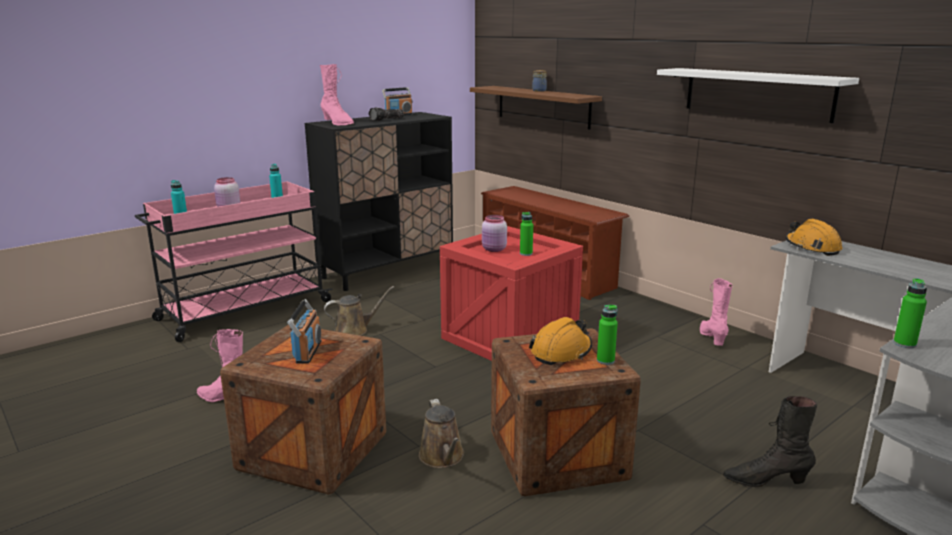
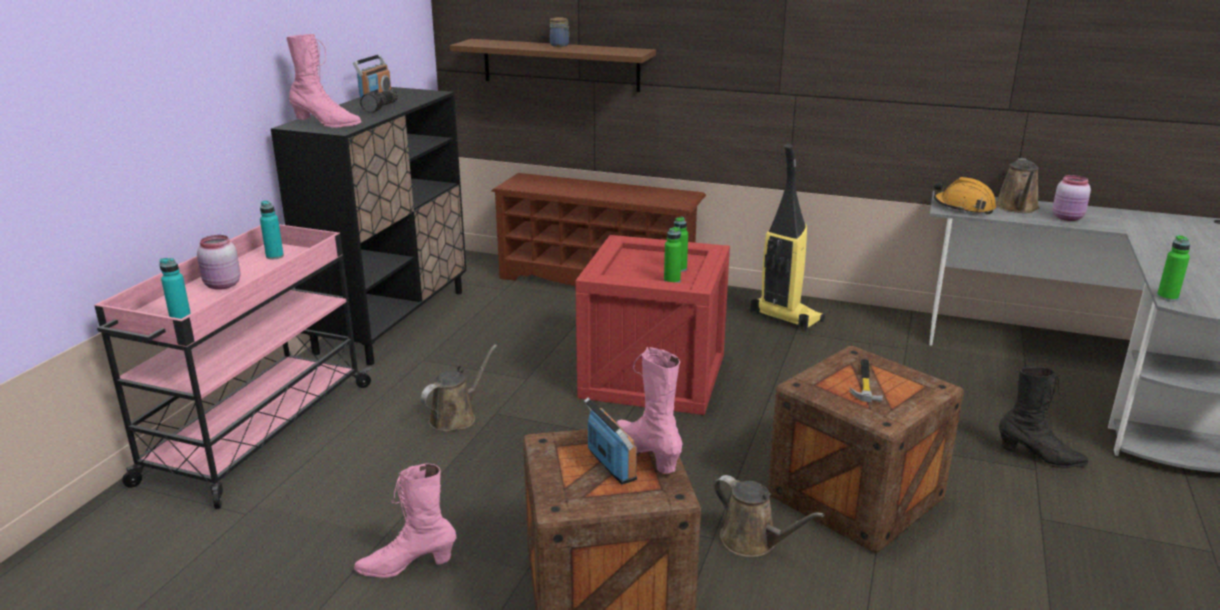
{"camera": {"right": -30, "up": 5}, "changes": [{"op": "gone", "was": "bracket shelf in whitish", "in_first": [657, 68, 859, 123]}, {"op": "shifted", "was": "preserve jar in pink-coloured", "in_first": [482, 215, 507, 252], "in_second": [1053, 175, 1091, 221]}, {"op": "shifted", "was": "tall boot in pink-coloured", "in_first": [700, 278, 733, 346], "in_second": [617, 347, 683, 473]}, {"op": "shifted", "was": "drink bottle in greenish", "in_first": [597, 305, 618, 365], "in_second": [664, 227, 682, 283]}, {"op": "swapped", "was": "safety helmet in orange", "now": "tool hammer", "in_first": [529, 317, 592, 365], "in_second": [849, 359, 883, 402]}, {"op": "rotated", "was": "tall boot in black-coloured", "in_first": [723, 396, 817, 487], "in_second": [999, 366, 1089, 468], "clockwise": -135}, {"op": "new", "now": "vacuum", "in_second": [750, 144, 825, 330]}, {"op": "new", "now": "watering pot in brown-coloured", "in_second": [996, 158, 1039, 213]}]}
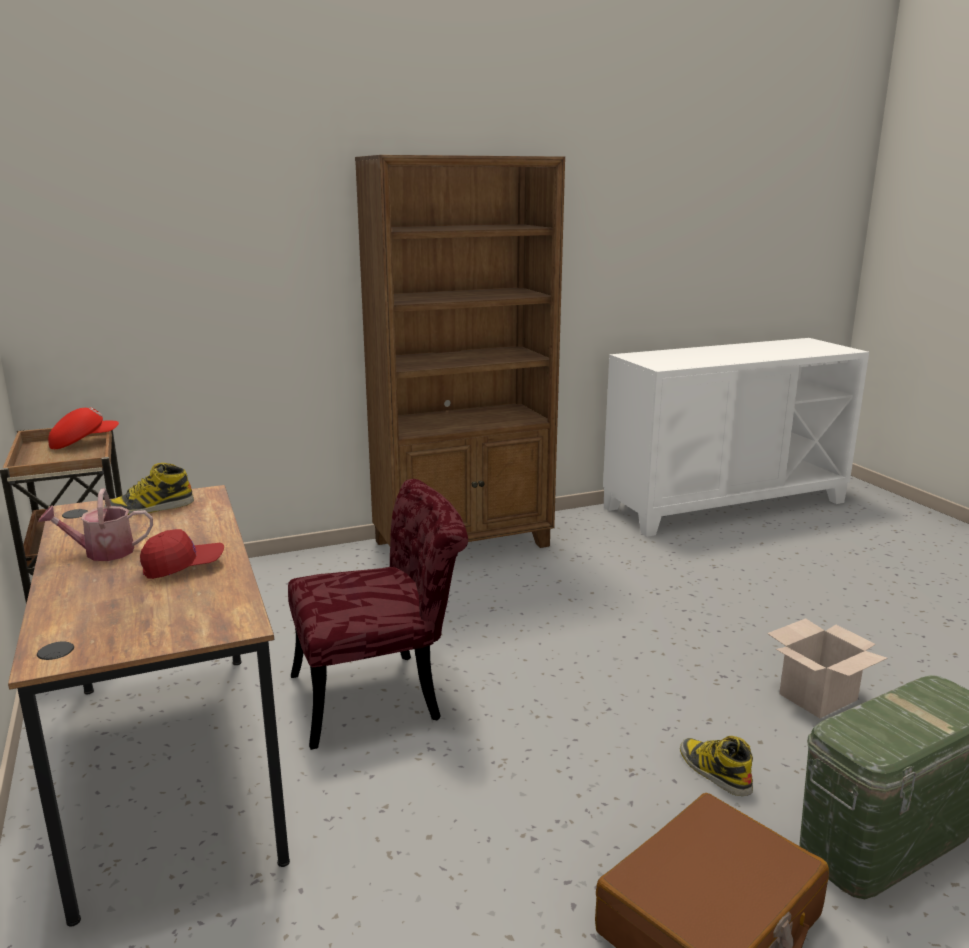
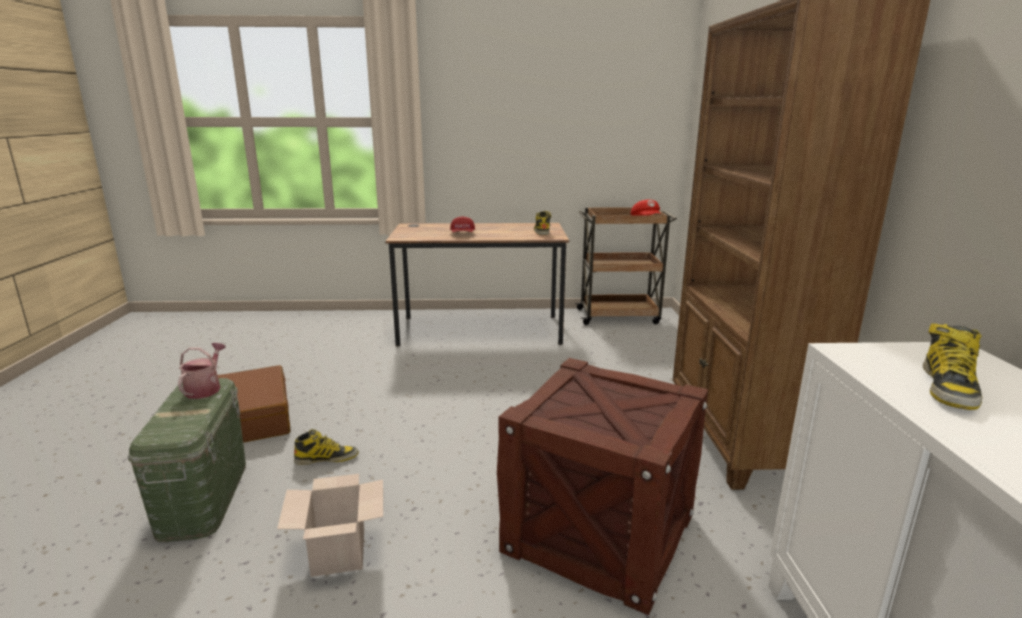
{"camera": {"right": 110, "up": 0}, "changes": [{"op": "gone", "was": "upright chair in reddish", "in_first": [288, 479, 468, 750]}, {"op": "shifted", "was": "watering pot", "in_first": [38, 489, 153, 561], "in_second": [178, 343, 226, 399]}, {"op": "new", "now": "tall boot", "in_second": [923, 323, 982, 410]}, {"op": "new", "now": "packing crate", "in_second": [497, 358, 708, 616]}]}
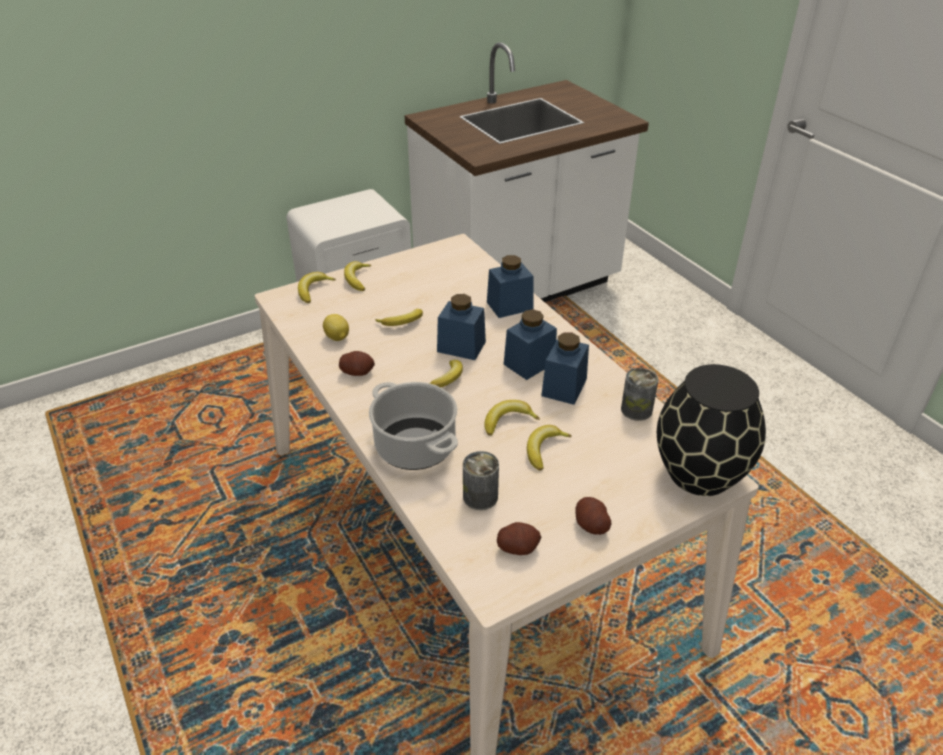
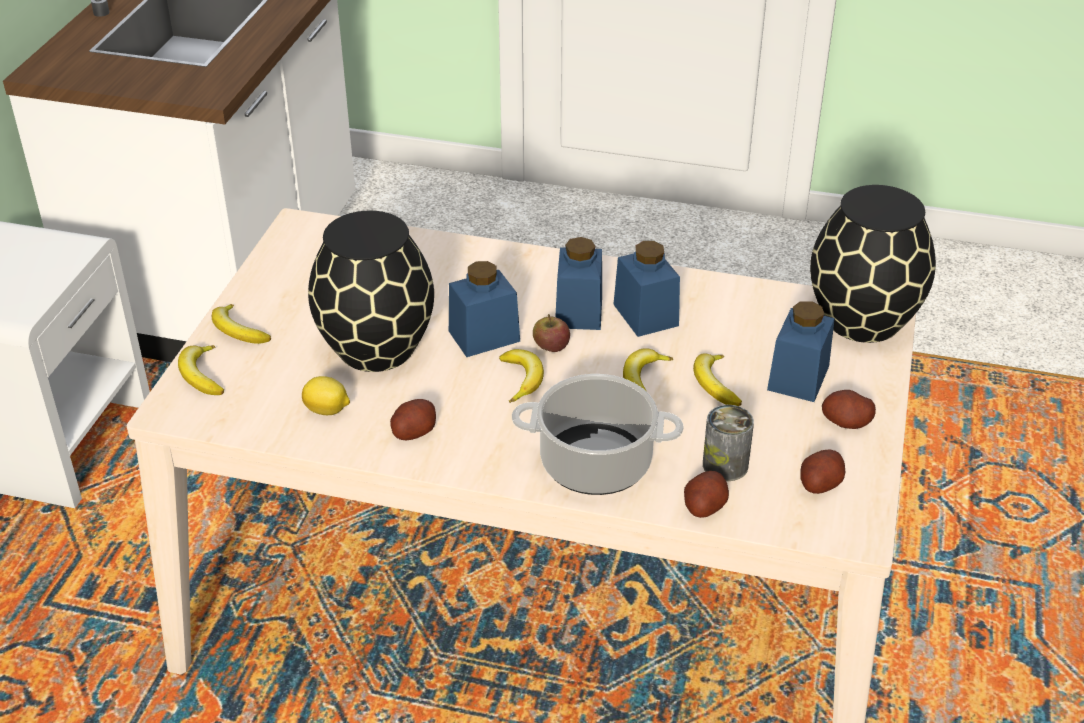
{"camera": {"right": -45, "up": 0}, "changes": [{"op": "shifted", "was": "preserve jar in blue-coloured", "in_first": [487, 255, 533, 318], "in_second": [767, 301, 835, 402]}, {"op": "swapped", "was": "banana fruit", "now": "vase in black-coloured", "in_first": [375, 309, 423, 326], "in_second": [308, 211, 434, 372]}, {"op": "gone", "was": "can", "in_first": [621, 368, 658, 421]}, {"op": "new", "now": "apple fruit", "in_second": [533, 314, 570, 352]}, {"op": "new", "now": "spud", "in_second": [684, 471, 729, 518]}]}
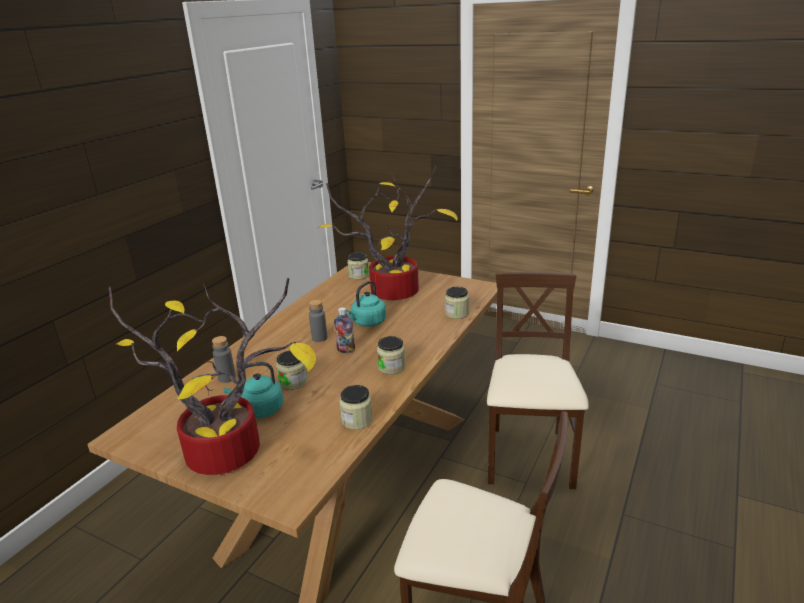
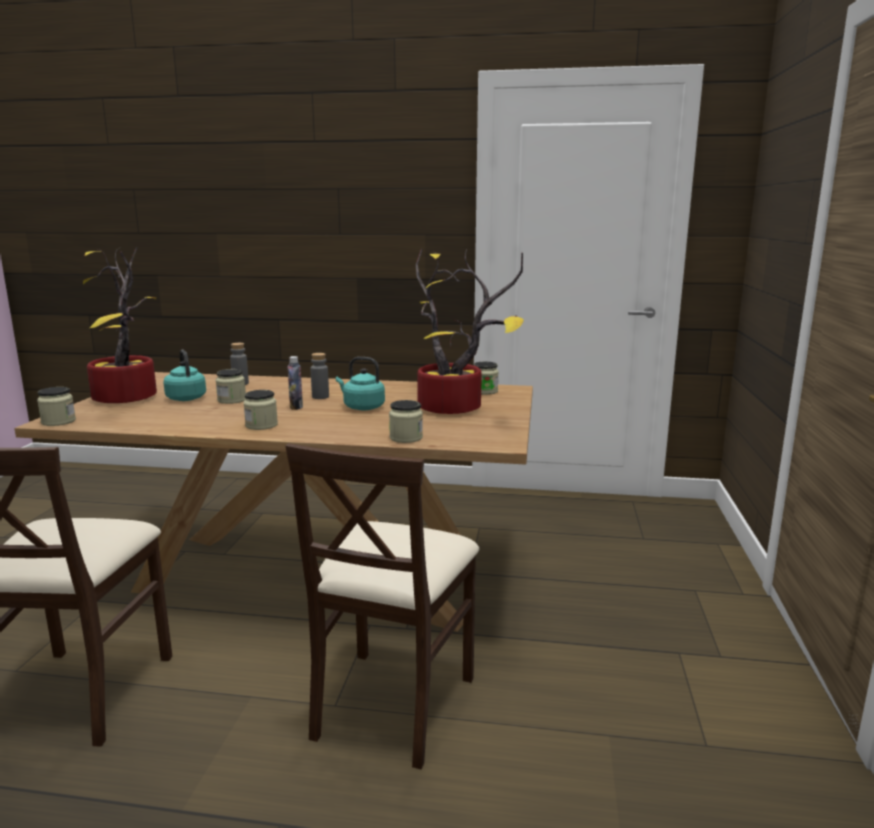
{"camera": {"right": 70, "up": -10}, "changes": [{"op": "rotated", "was": "upright chair in sand-coloured", "in_first": [487, 272, 589, 489], "in_second": [286, 443, 479, 769], "clockwise": 120}, {"op": "shifted", "was": "preserve jar", "in_first": [339, 385, 373, 430], "in_second": [37, 387, 76, 426]}]}
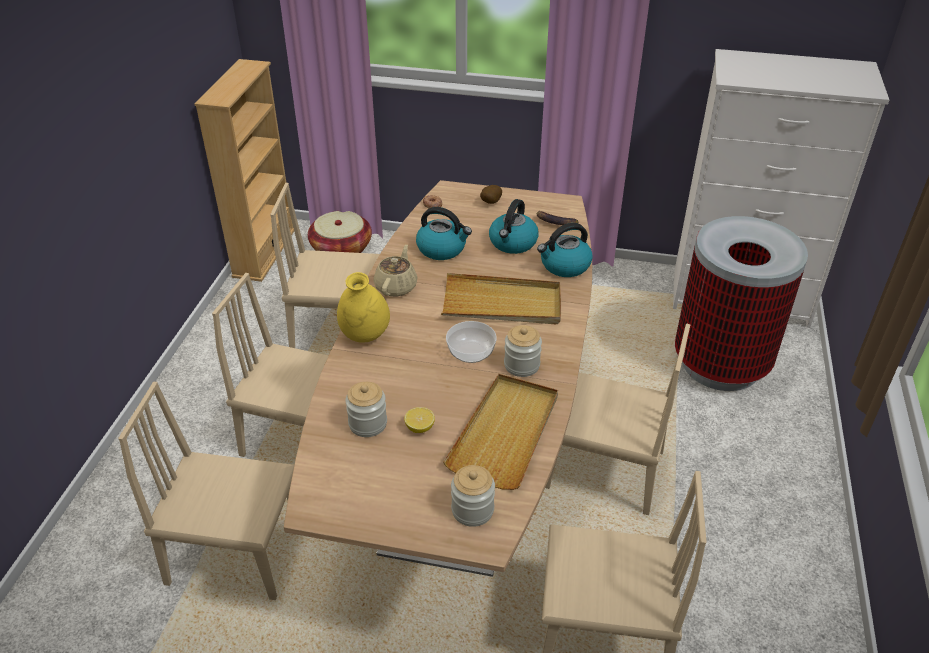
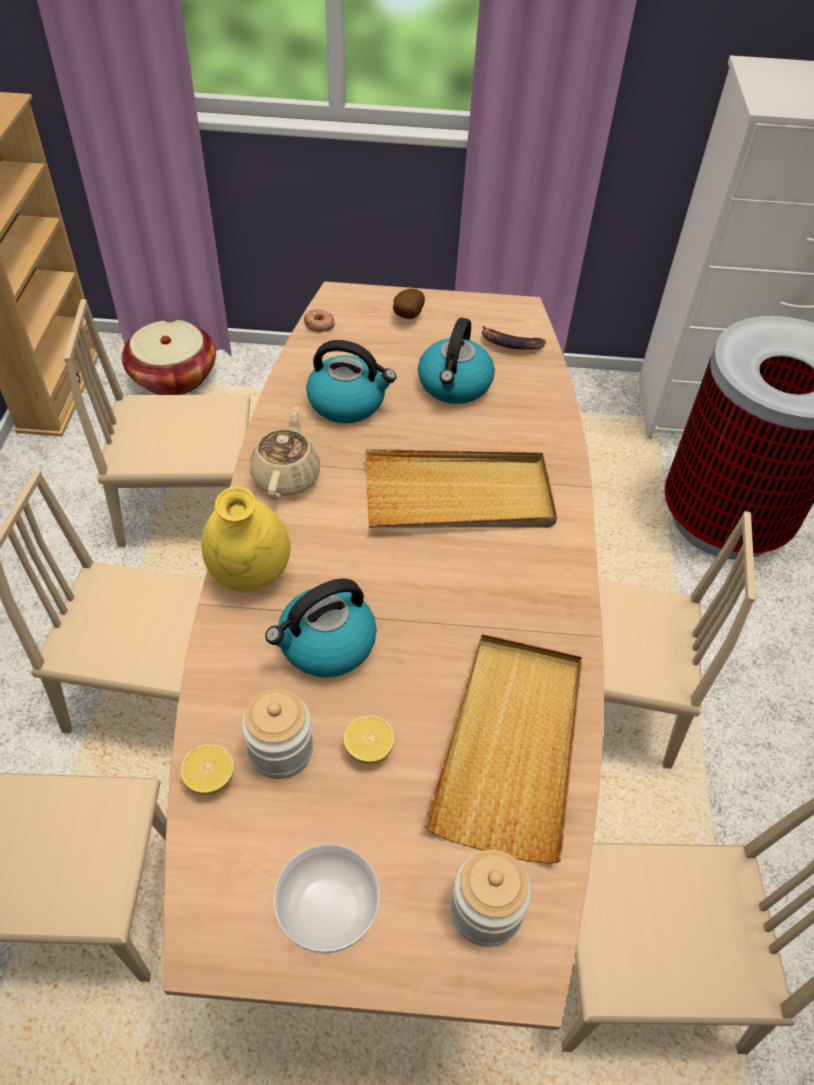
{"camera": {"right": -10, "up": 10}, "changes": [{"op": "shifted", "was": "tea kettle", "in_first": [537, 223, 593, 277], "in_second": [265, 578, 377, 678]}, {"op": "shifted", "was": "serving bowl", "in_first": [446, 321, 497, 363], "in_second": [273, 844, 380, 954]}, {"op": "gone", "was": "preserve jar", "in_first": [504, 325, 542, 377]}, {"op": "new", "now": "citrus fruit", "in_second": [181, 744, 234, 795]}]}
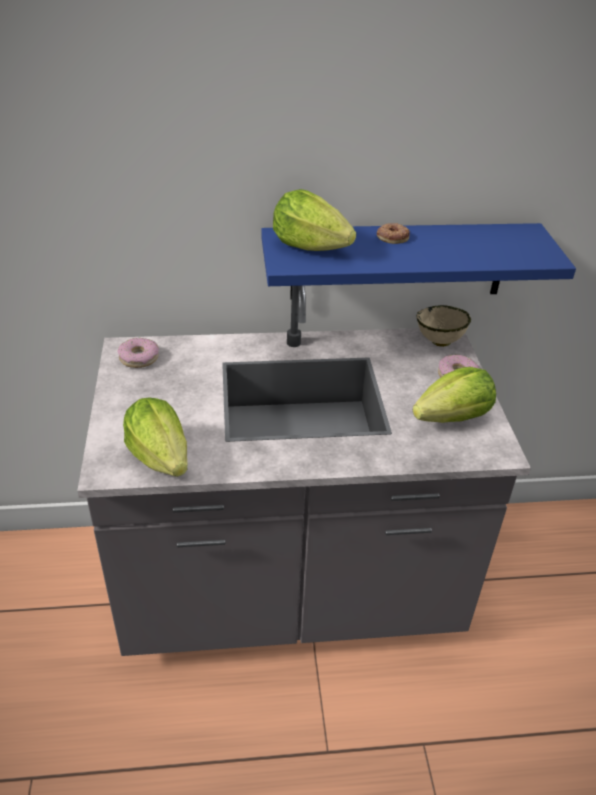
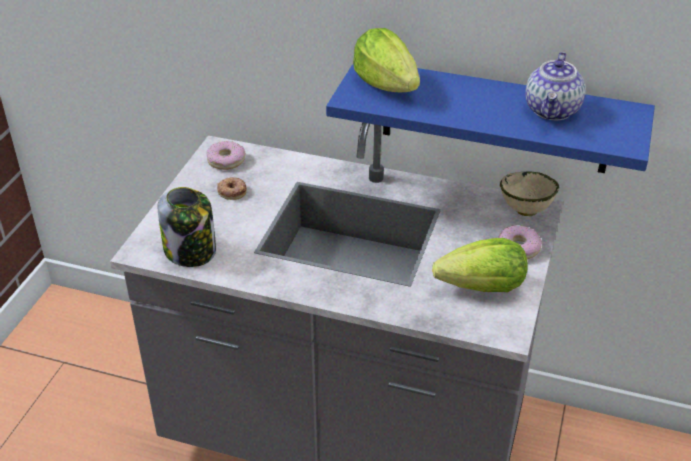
{"camera": {"right": 25, "up": 0}, "changes": [{"op": "shifted", "was": "ring doughnut", "in_first": [377, 223, 410, 244], "in_second": [217, 177, 247, 200]}, {"op": "swapped", "was": "head of lettuce", "now": "preserve jar", "in_first": [123, 397, 188, 477], "in_second": [158, 187, 216, 267]}, {"op": "new", "now": "pot for tea", "in_second": [525, 52, 585, 120]}]}
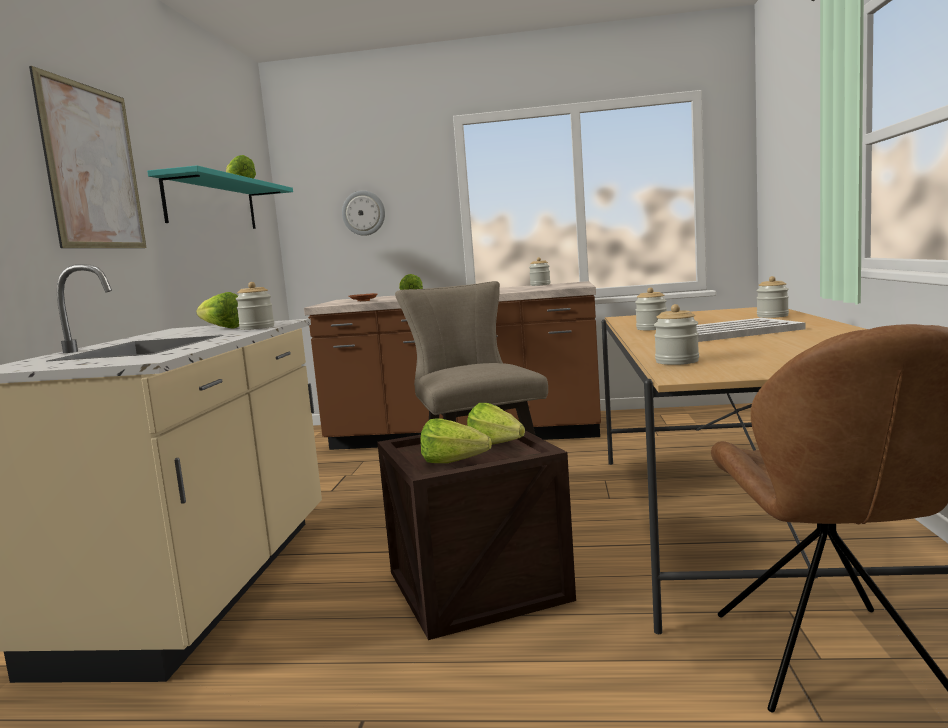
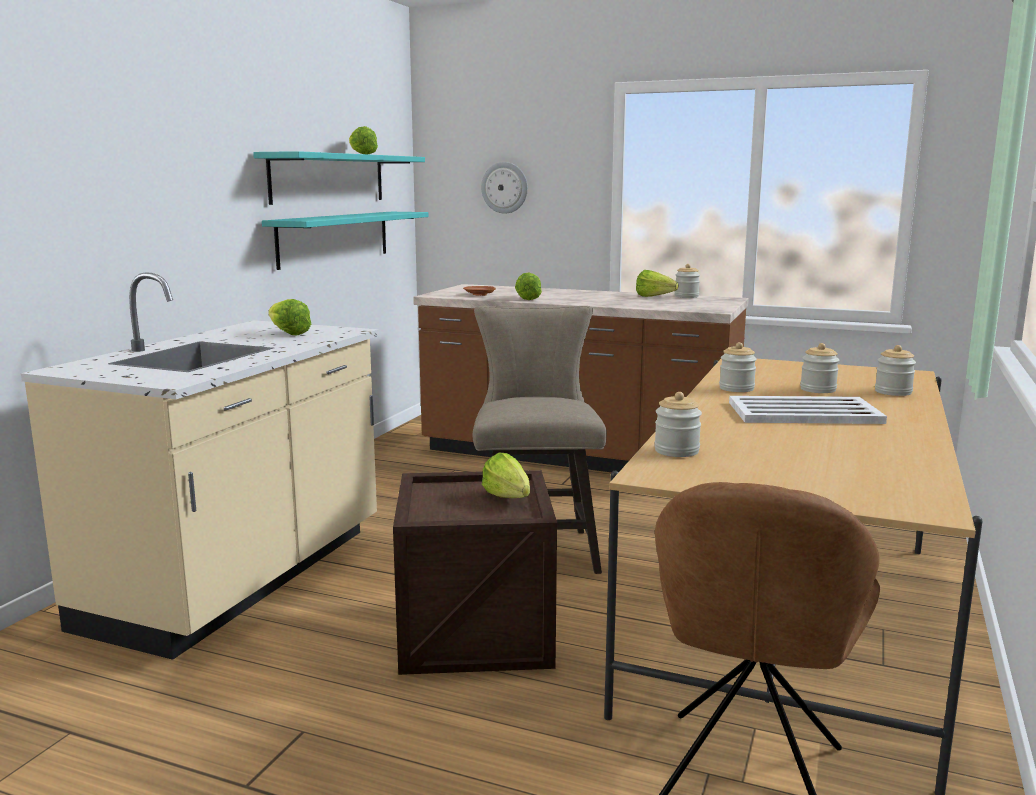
{"camera": {"right": 15, "up": 5}, "changes": [{"op": "gone", "was": "wall picture", "in_first": [29, 66, 147, 248]}, {"op": "shifted", "was": "preserve jar", "in_first": [236, 282, 274, 330], "in_second": [800, 343, 839, 393]}, {"op": "shifted", "was": "head of lettuce", "in_first": [420, 418, 492, 463], "in_second": [636, 270, 678, 297]}, {"op": "new", "now": "bracket shelf in blue-green", "in_second": [262, 212, 429, 270]}]}
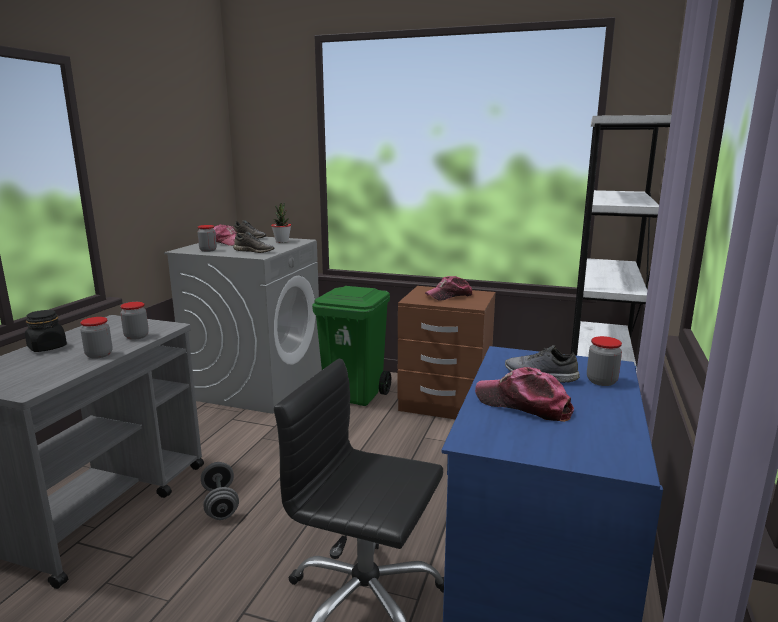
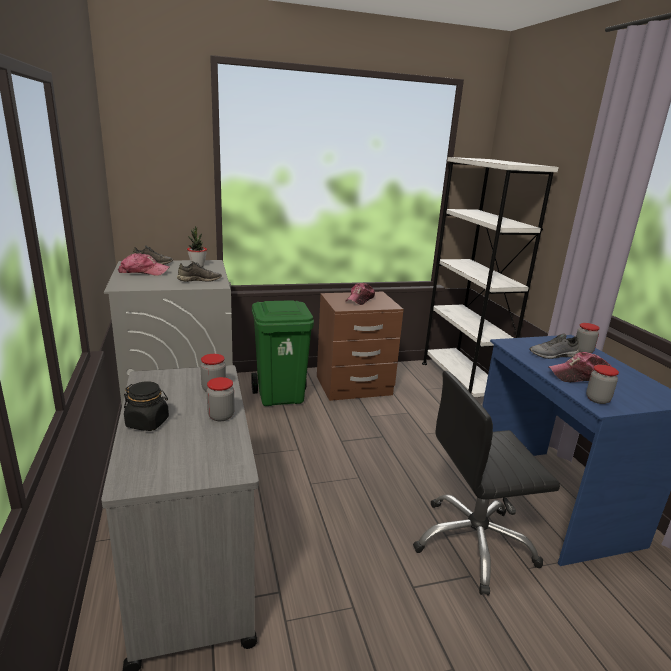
{"camera": {"right": -35, "up": 5}, "changes": [{"op": "shifted", "was": "preserve jar", "in_first": [198, 225, 217, 252], "in_second": [586, 365, 619, 404]}, {"op": "gone", "was": "free weight in greyish", "in_first": [201, 462, 239, 520]}]}
